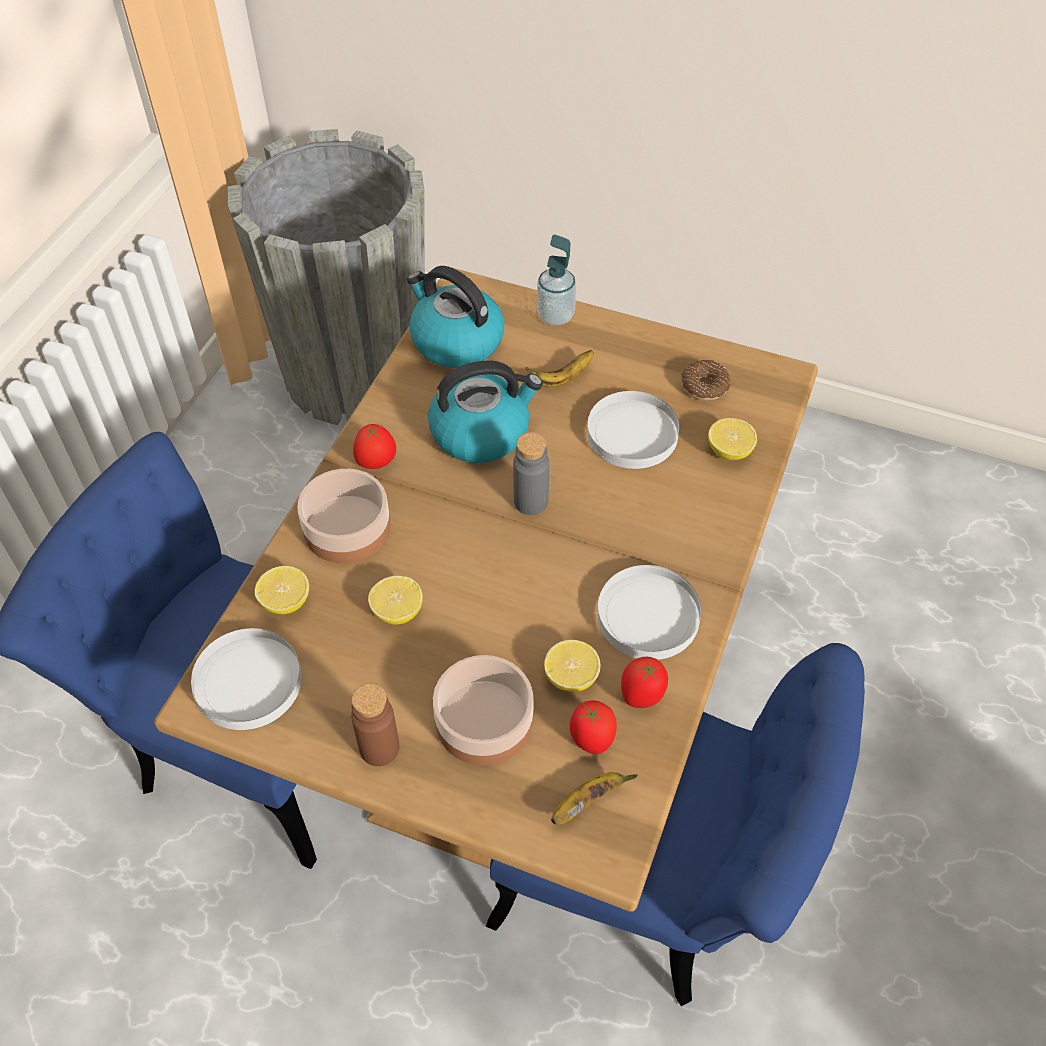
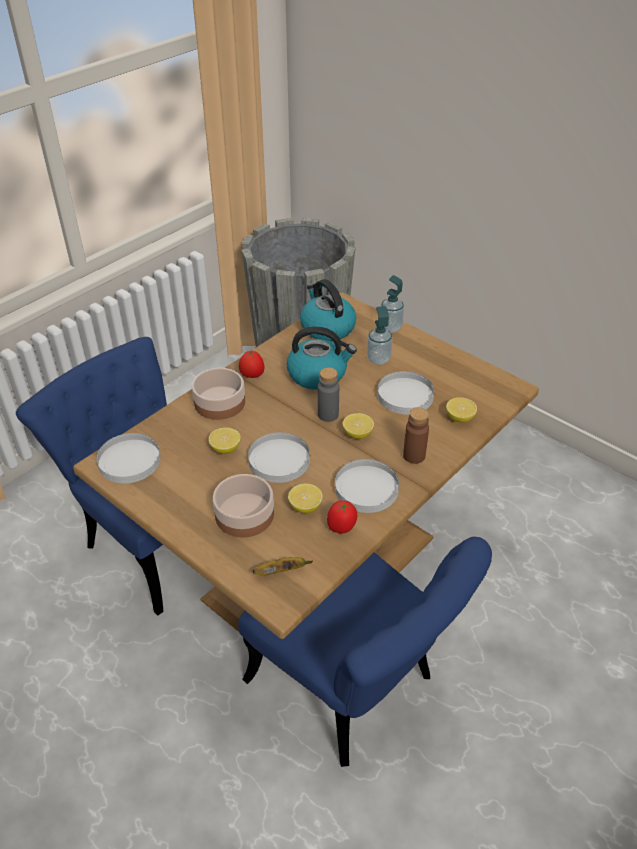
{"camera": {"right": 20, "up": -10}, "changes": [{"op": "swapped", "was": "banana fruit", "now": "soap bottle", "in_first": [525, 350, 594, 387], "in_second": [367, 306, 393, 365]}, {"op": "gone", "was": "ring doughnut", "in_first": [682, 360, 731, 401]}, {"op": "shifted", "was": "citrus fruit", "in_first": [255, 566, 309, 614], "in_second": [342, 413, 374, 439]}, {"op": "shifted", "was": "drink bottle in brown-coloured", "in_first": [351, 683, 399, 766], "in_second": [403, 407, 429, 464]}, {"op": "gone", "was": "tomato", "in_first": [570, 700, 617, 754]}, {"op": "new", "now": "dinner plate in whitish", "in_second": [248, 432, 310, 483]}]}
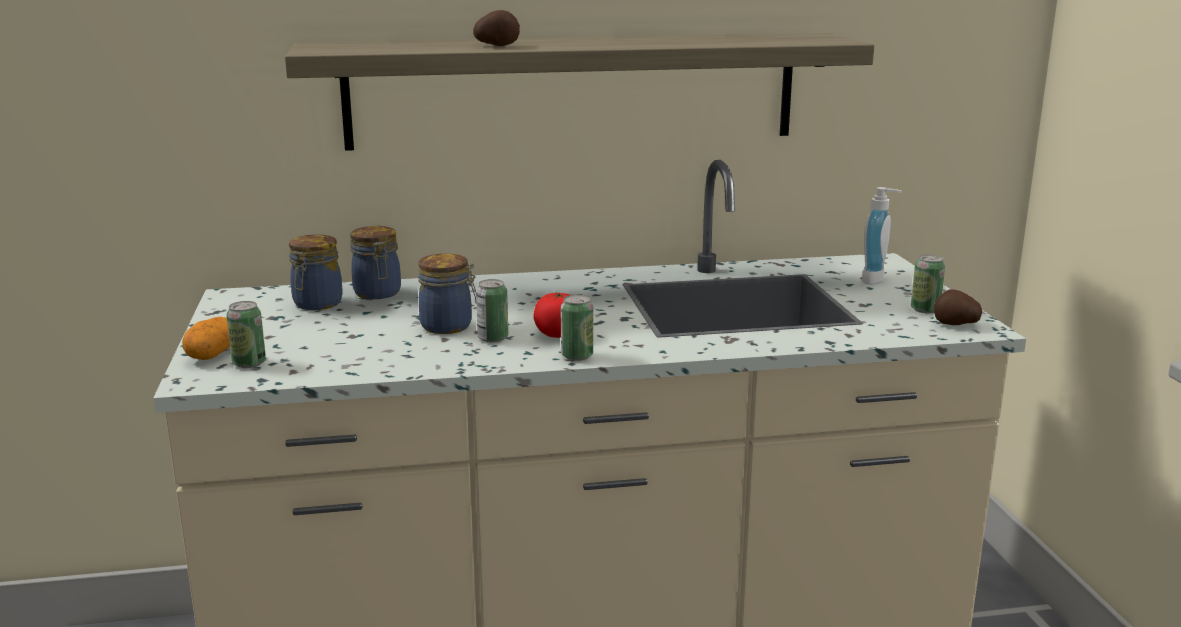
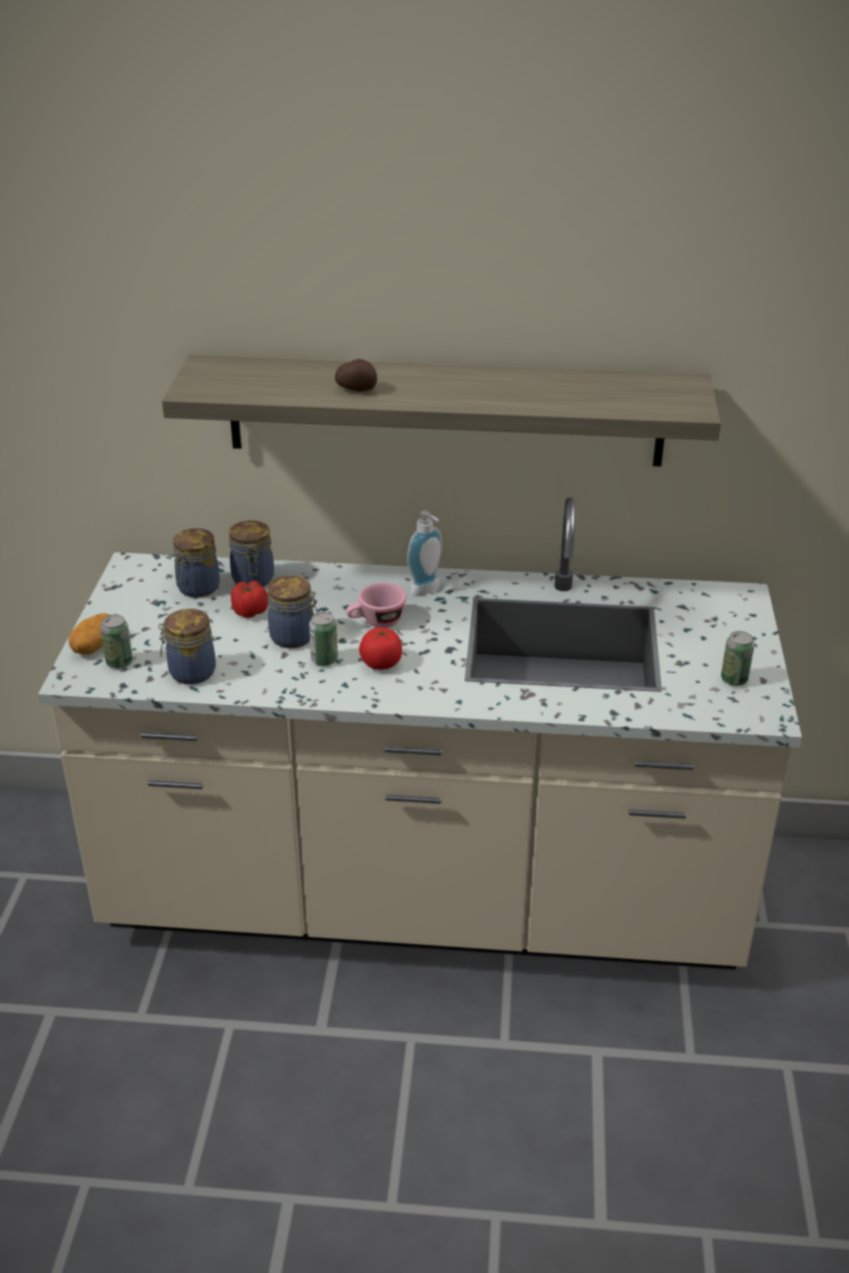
{"camera": {"right": 15, "up": 15}, "changes": [{"op": "shifted", "was": "soap bottle", "in_first": [862, 187, 901, 284], "in_second": [407, 511, 442, 596]}, {"op": "gone", "was": "spud", "in_first": [934, 289, 982, 325]}, {"op": "gone", "was": "can", "in_first": [561, 295, 593, 361]}, {"op": "new", "now": "tomato", "in_second": [231, 581, 268, 618]}, {"op": "new", "now": "drinking cup in pink-coloured", "in_second": [346, 583, 407, 628]}, {"op": "new", "now": "preserve jar", "in_second": [158, 609, 216, 684]}]}
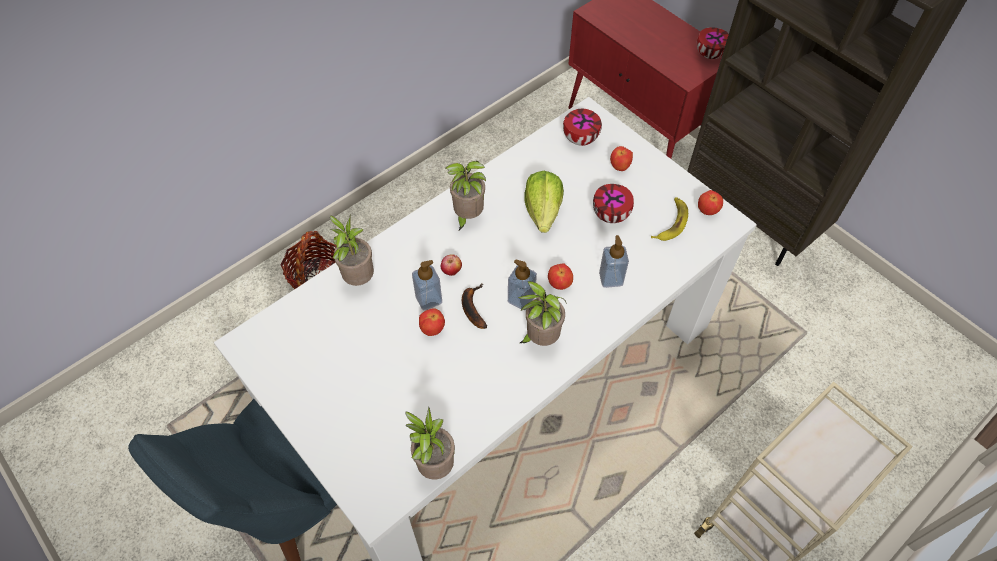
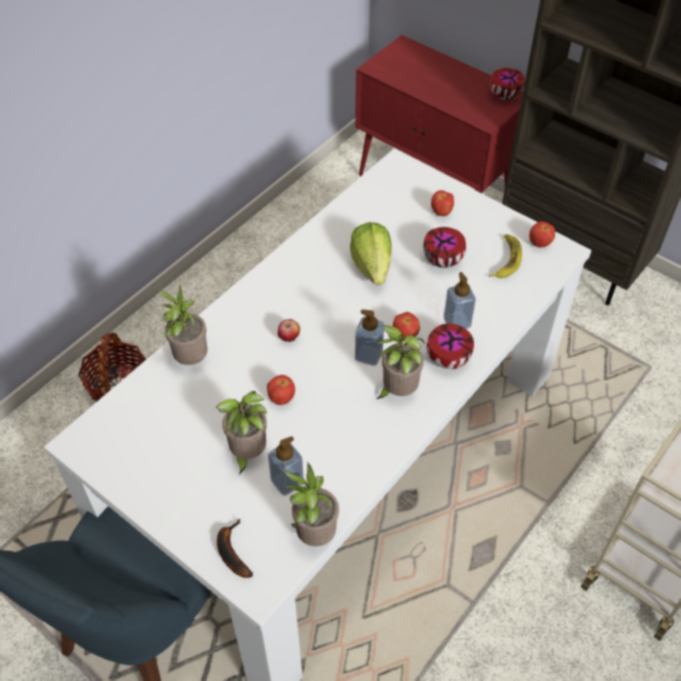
{"camera": {"right": -10, "up": -5}, "changes": [{"op": "shifted", "was": "serving bowl", "in_first": [563, 109, 602, 146], "in_second": [427, 323, 474, 369]}, {"op": "shifted", "was": "potted plant", "in_first": [446, 161, 486, 230], "in_second": [216, 391, 267, 475]}, {"op": "shifted", "was": "soap bottle", "in_first": [412, 260, 442, 310], "in_second": [268, 436, 304, 496]}, {"op": "shifted", "was": "banana fruit", "in_first": [462, 284, 487, 329], "in_second": [217, 519, 253, 578]}]}
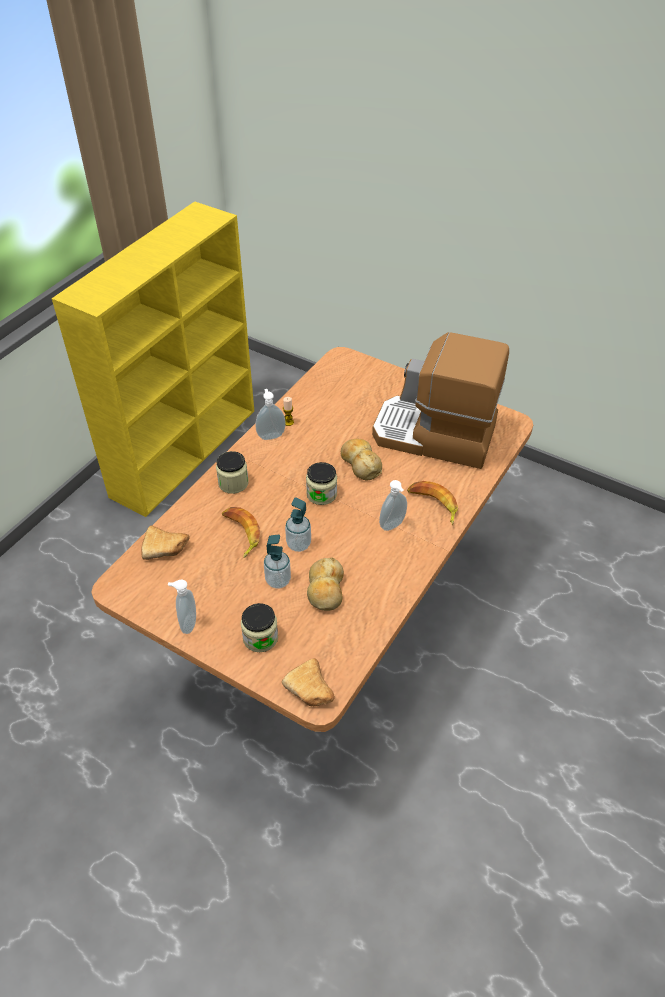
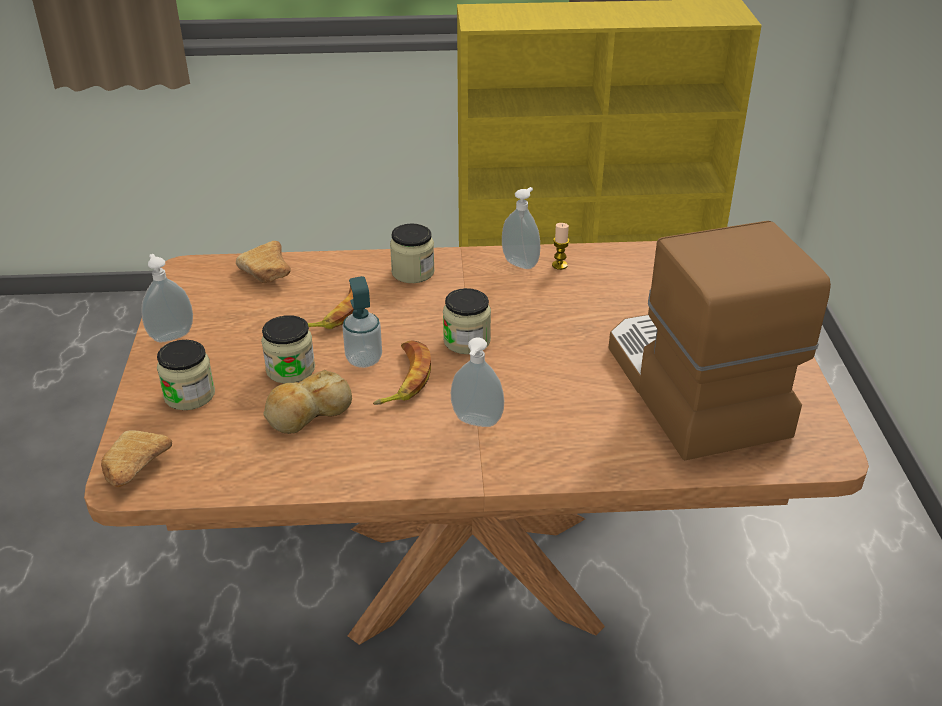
{"camera": {"right": 55, "up": -10}, "changes": [{"op": "gone", "was": "bakery bread", "in_first": [341, 439, 382, 480]}, {"op": "shifted", "was": "banana fruit", "in_first": [407, 481, 458, 525], "in_second": [373, 340, 431, 405]}, {"op": "swapped", "was": "soap bottle", "now": "preserve jar", "in_first": [264, 535, 291, 589], "in_second": [261, 315, 315, 384]}]}
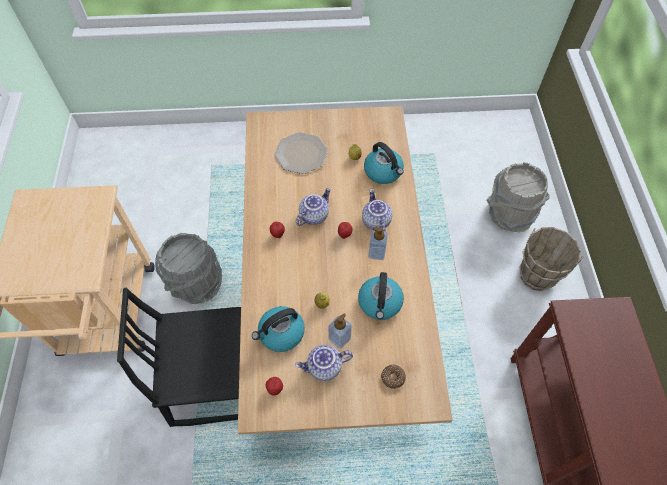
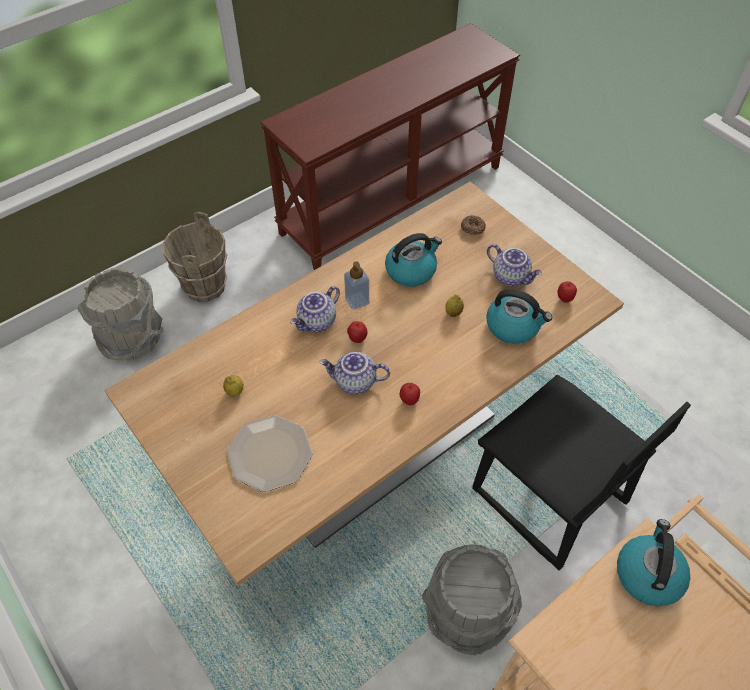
{"camera": {"right": -125, "up": -5}, "changes": [{"op": "shifted", "was": "tea kettle", "in_first": [364, 142, 404, 184], "in_second": [617, 519, 690, 606]}, {"op": "gone", "was": "soap bottle", "in_first": [328, 313, 352, 349]}]}
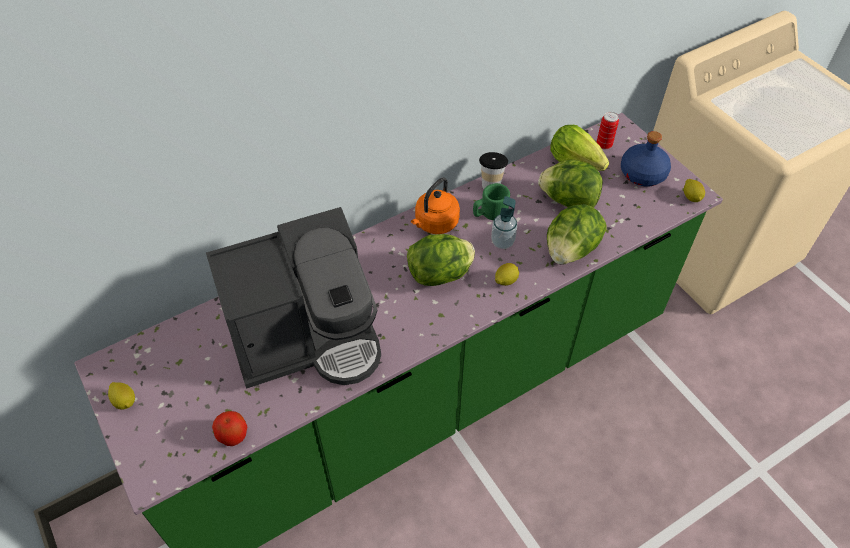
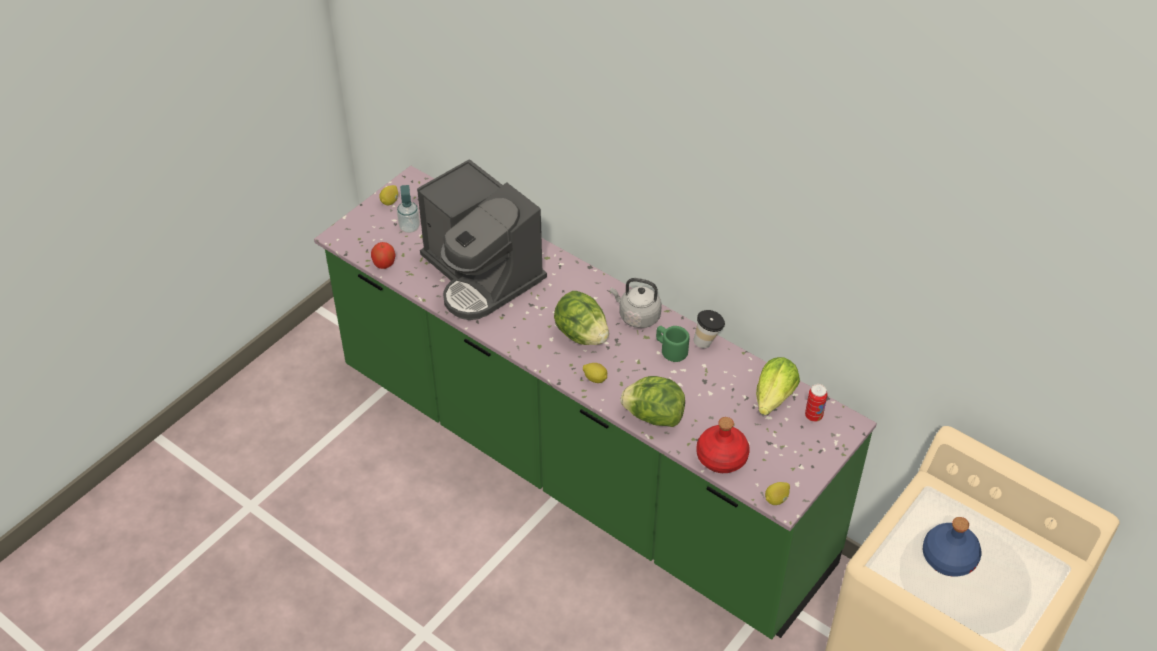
{"camera": {"right": 70, "up": -5}, "changes": [{"op": "shifted", "was": "drink bottle in blue-coloured", "in_first": [621, 131, 671, 186], "in_second": [923, 517, 981, 576]}, {"op": "gone", "was": "head of lettuce", "in_first": [538, 160, 602, 208]}, {"op": "repainted", "was": "tea kettle in orange", "now": "tea kettle in greyish", "in_first": [411, 177, 460, 234], "in_second": [610, 278, 662, 328]}, {"op": "shifted", "was": "soap bottle", "in_first": [491, 196, 517, 249], "in_second": [397, 185, 420, 233]}, {"op": "new", "now": "drink bottle in reddish", "in_second": [696, 417, 750, 473]}]}
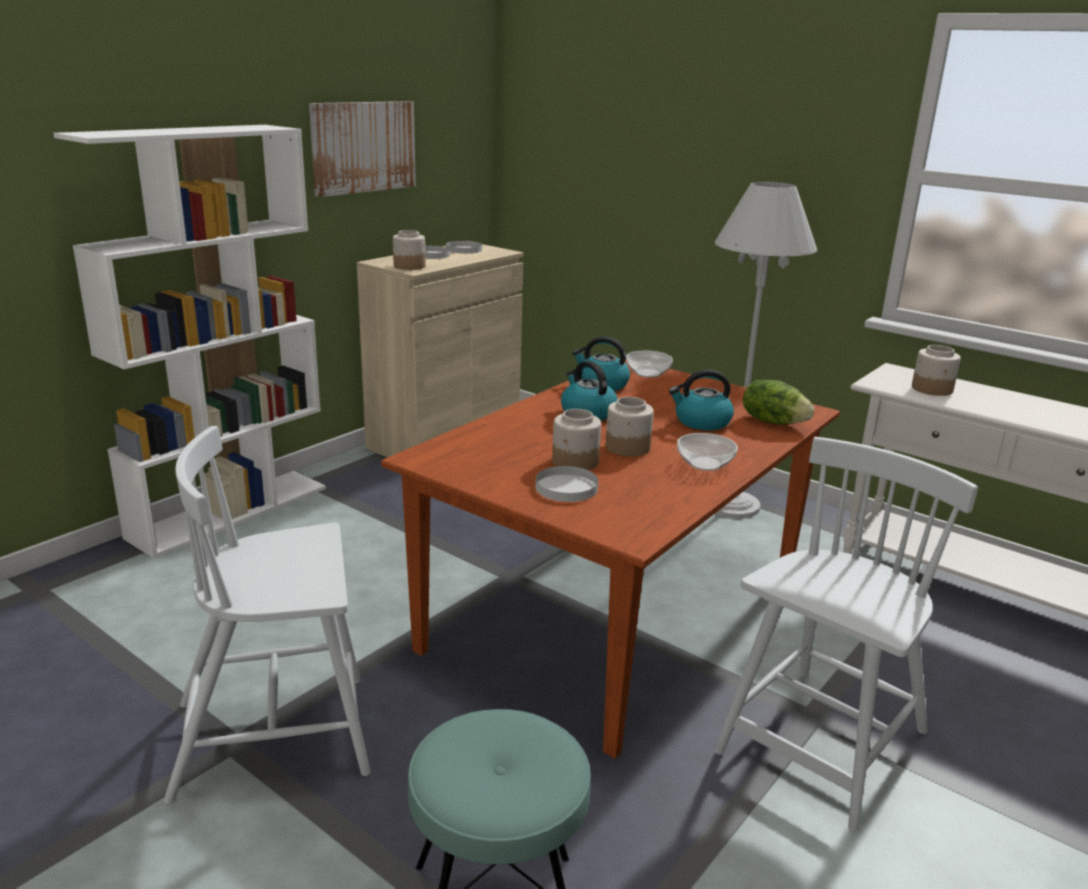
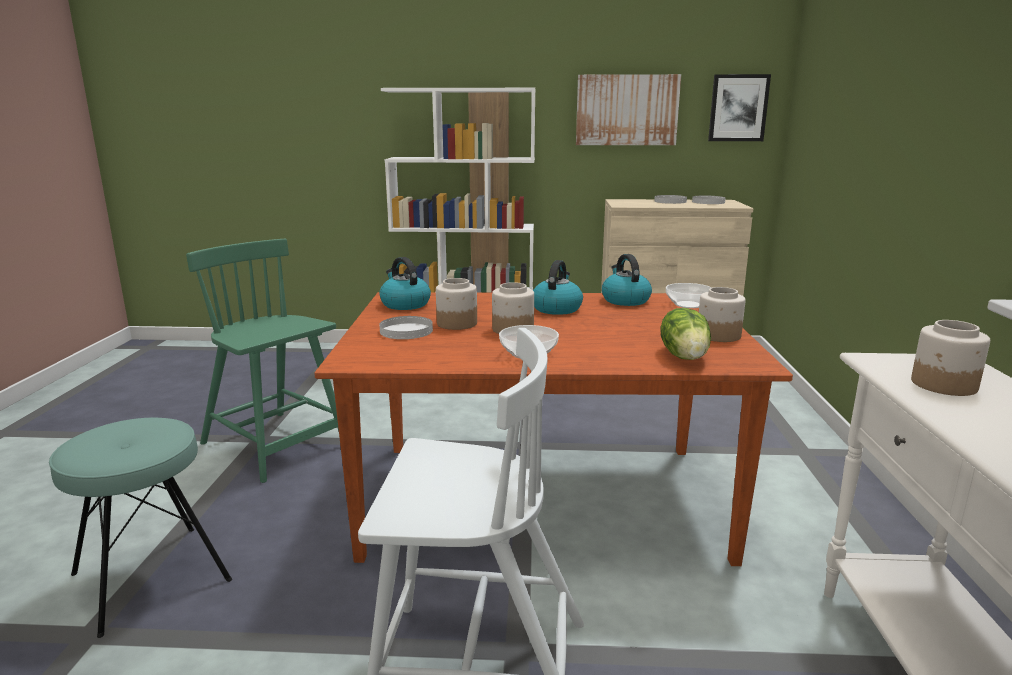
{"camera": {"right": 55, "up": -5}, "changes": [{"op": "gone", "was": "standard lamp in whitish", "in_first": [715, 182, 817, 518]}, {"op": "shifted", "was": "preserve jar", "in_first": [393, 230, 425, 270], "in_second": [699, 287, 746, 342]}, {"op": "shifted", "was": "tea kettle", "in_first": [669, 370, 734, 431], "in_second": [379, 257, 431, 310]}, {"op": "repainted", "was": "upright chair in whitish", "now": "upright chair in greenish", "in_first": [164, 426, 371, 804], "in_second": [186, 239, 339, 483]}, {"op": "new", "now": "wall picture", "in_second": [708, 74, 771, 141]}]}
